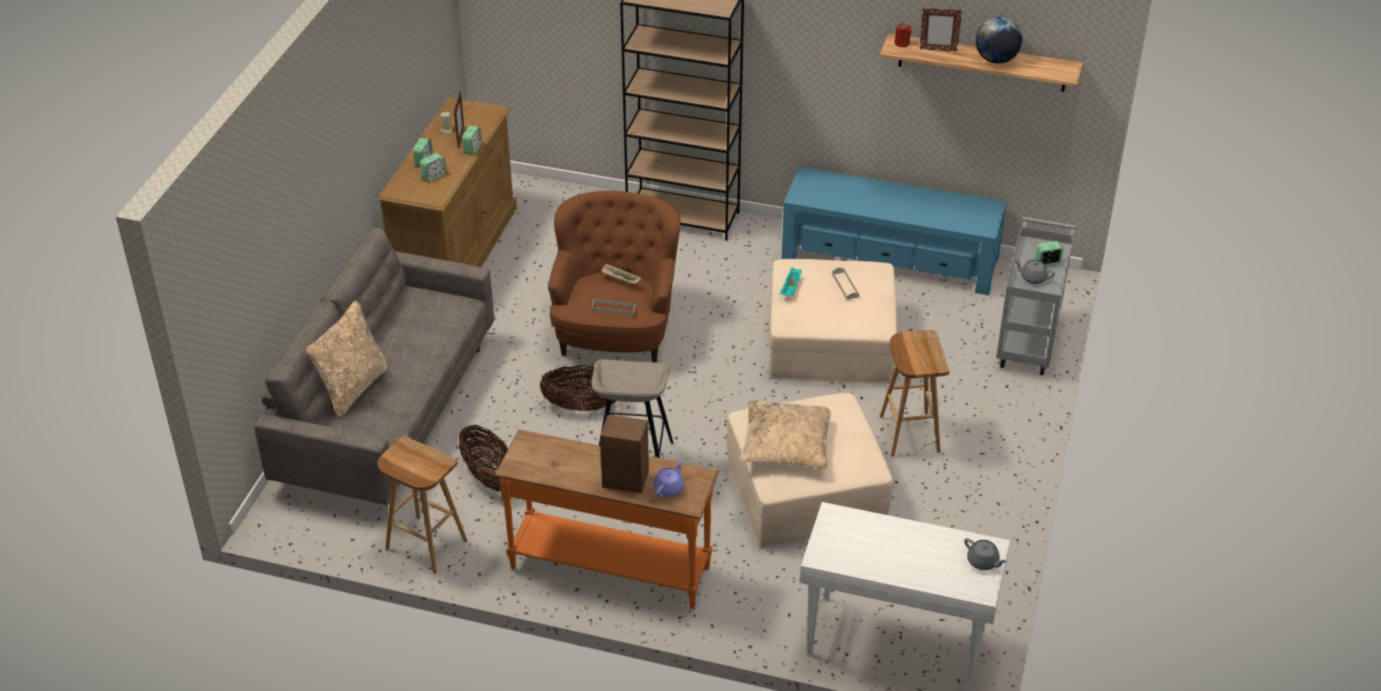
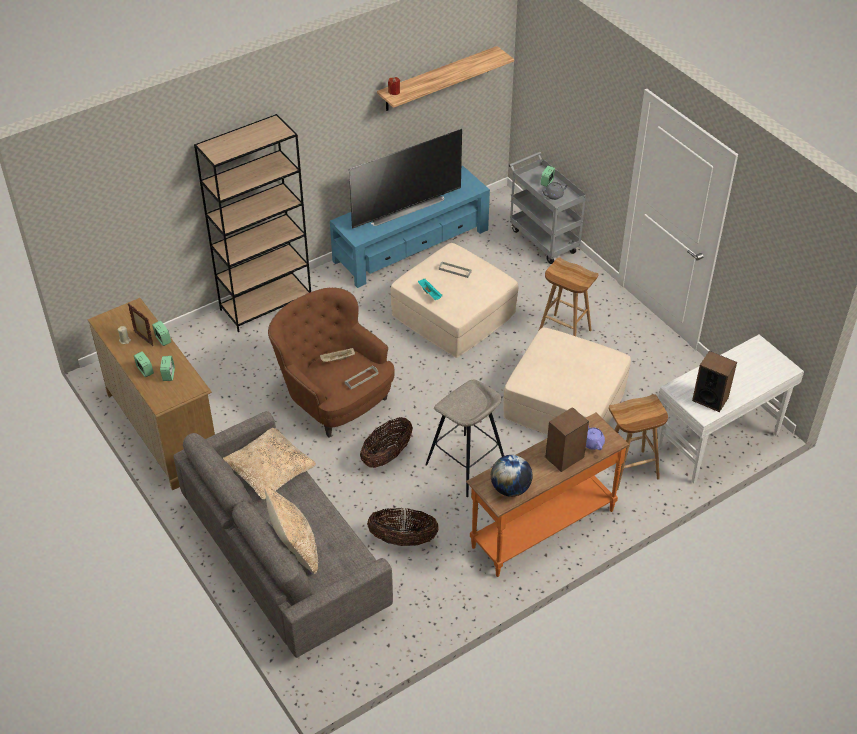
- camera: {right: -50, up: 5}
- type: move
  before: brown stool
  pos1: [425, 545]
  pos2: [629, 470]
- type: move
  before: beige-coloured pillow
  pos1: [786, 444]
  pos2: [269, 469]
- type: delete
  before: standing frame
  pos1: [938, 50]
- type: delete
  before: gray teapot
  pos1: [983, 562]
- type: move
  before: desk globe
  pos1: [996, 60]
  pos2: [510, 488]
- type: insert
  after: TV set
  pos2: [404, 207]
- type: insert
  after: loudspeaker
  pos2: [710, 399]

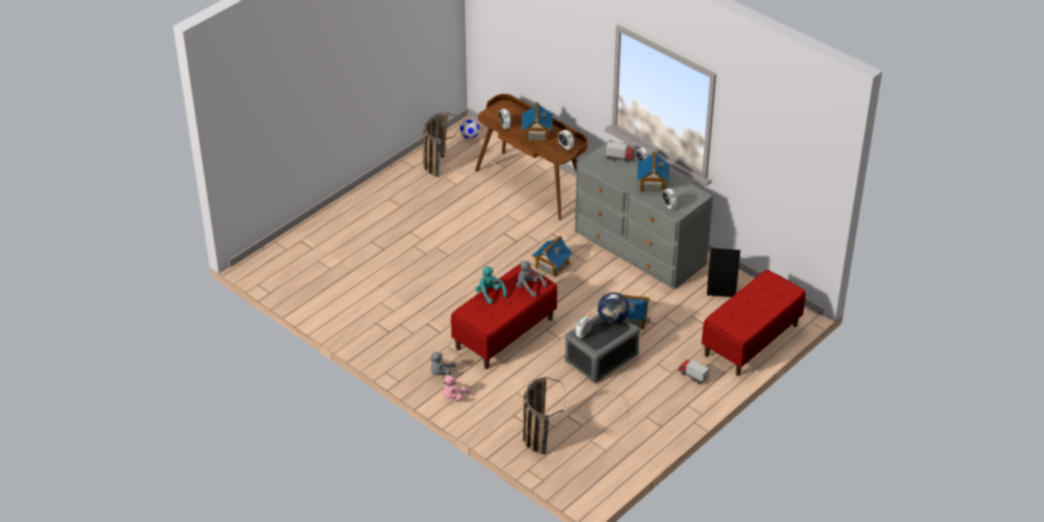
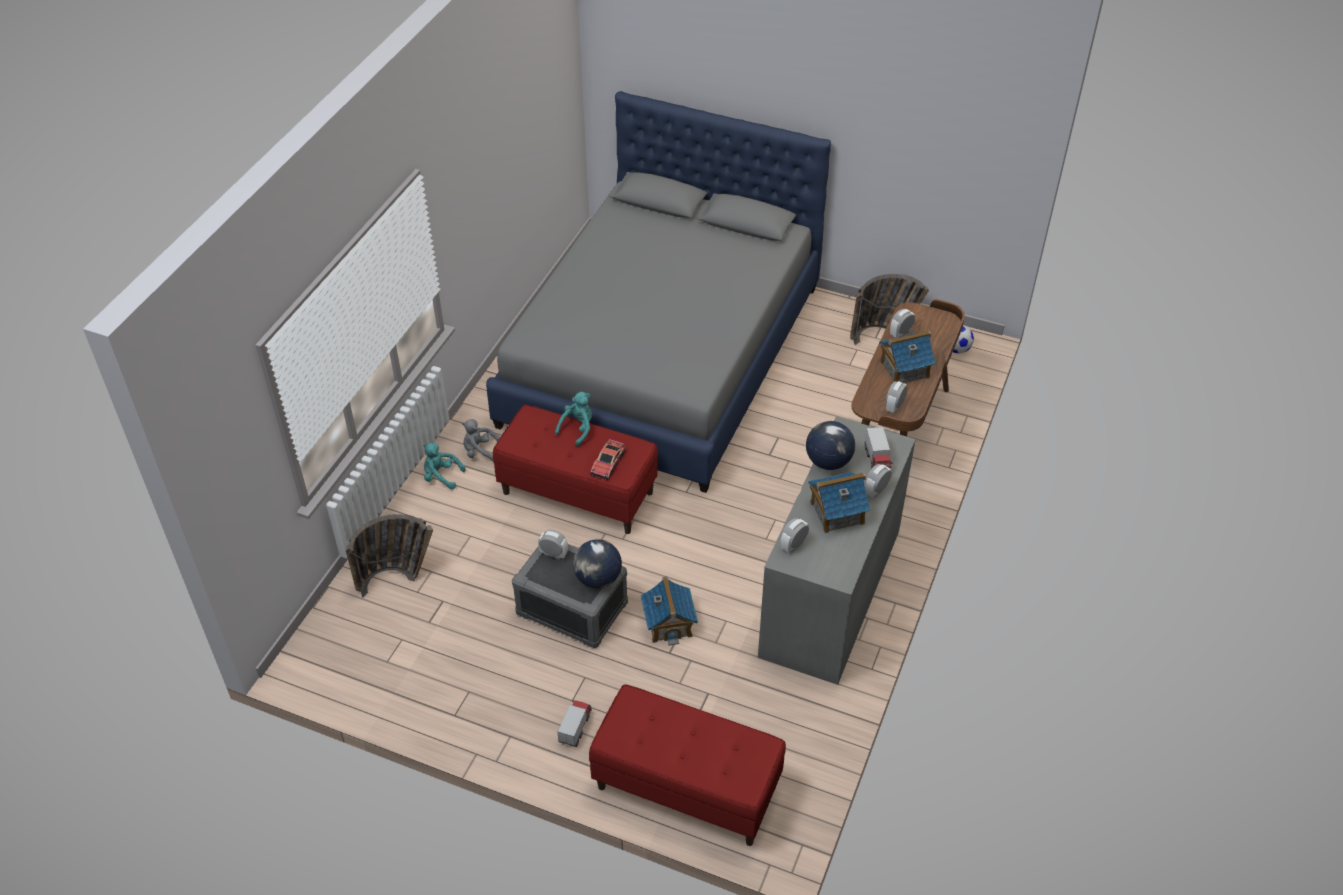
- camera: {right: 70, up: 5}
- type: recolor
  before: pink-coloured plush toy
  after: turquoise-coloured plush toy
  pos1: [454, 396]
  pos2: [441, 476]
- type: replace
  before: gray plush toy
  after: model car
  pos1: [528, 287]
  pos2: [607, 464]
- type: delete
  before: miniature house
  pos1: [551, 266]
- type: delete
  before: black storage box
  pos1: [720, 288]
- type: insert
  after: gray bedroom bed
  pos2: [663, 355]
- type: insert
  after: desk globe
  pos2: [828, 461]

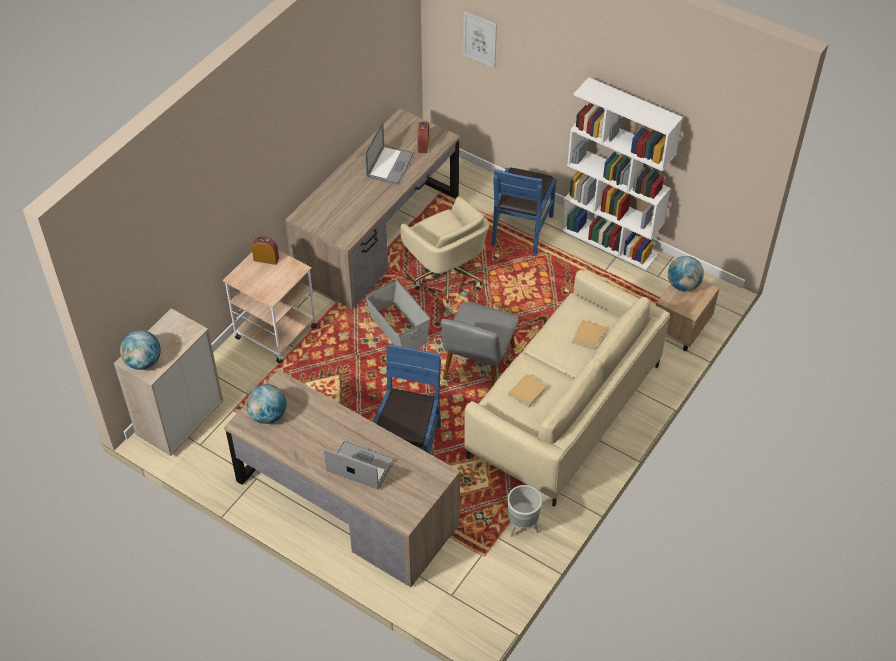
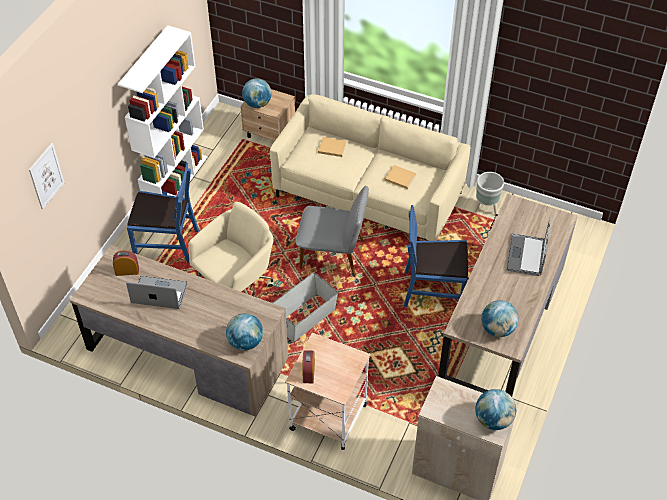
- camera: {right: -100, up: 0}
- type: insert
  after: desk globe
  pos2: [245, 342]

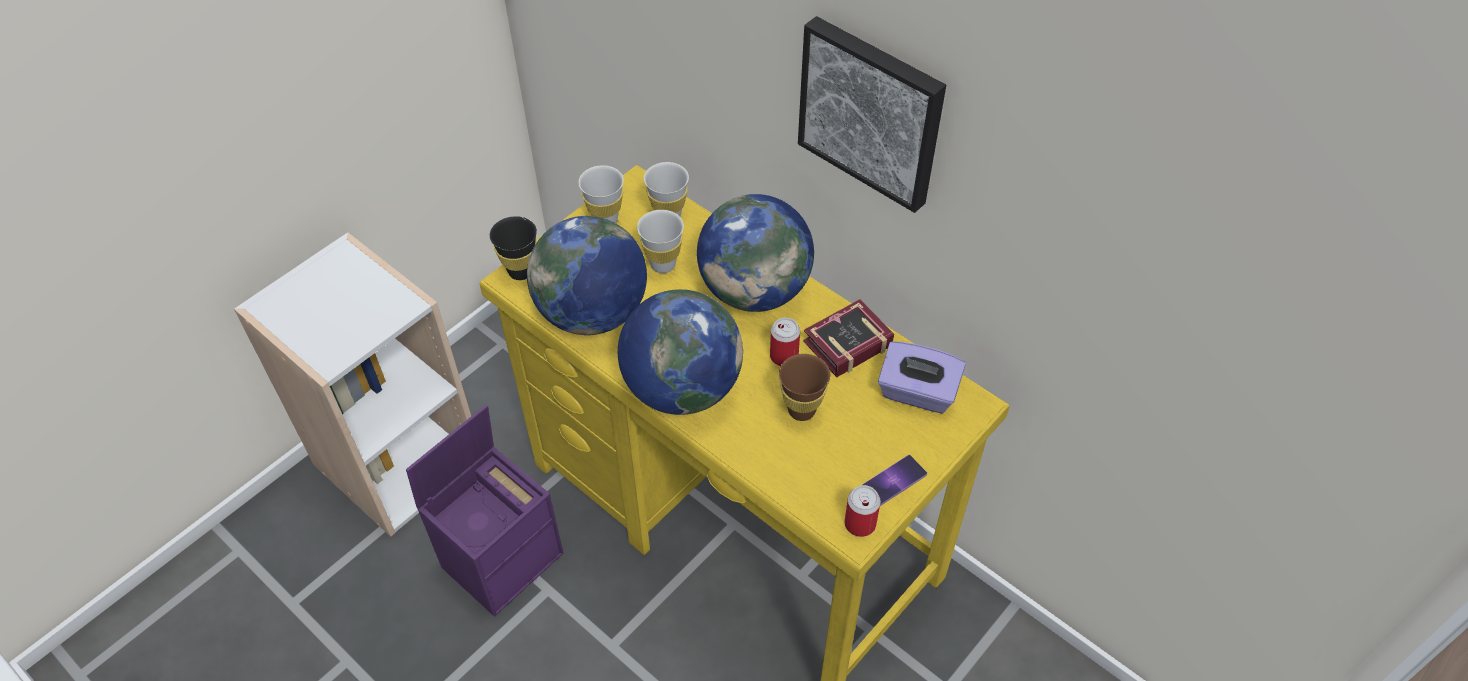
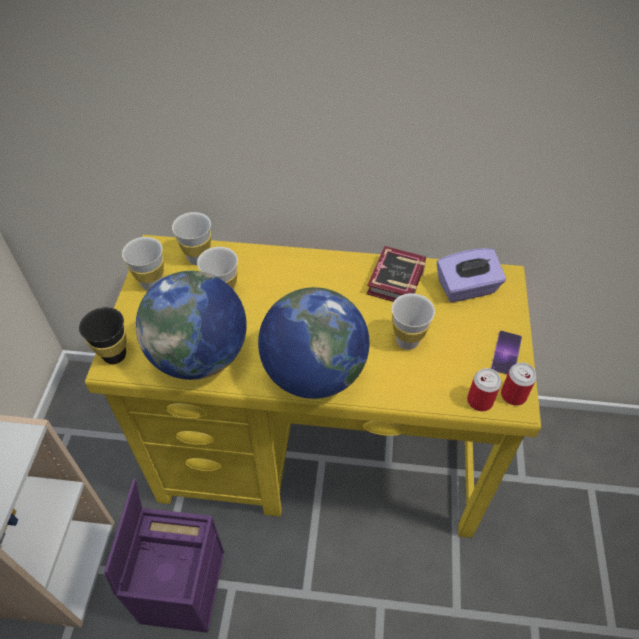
- camera: {right: -35, up: 0}
- type: delete
  before: desk globe
  pos1: [755, 291]
- type: move
  before: sealed can
  pos1: [784, 356]
  pos2: [479, 401]
- type: recolor
  before: brown drinking cup
  after: white-coloured drinking cup
  pos1: [801, 410]
  pos2: [407, 341]
- type: delete
  before: picture
  pos1: [872, 111]

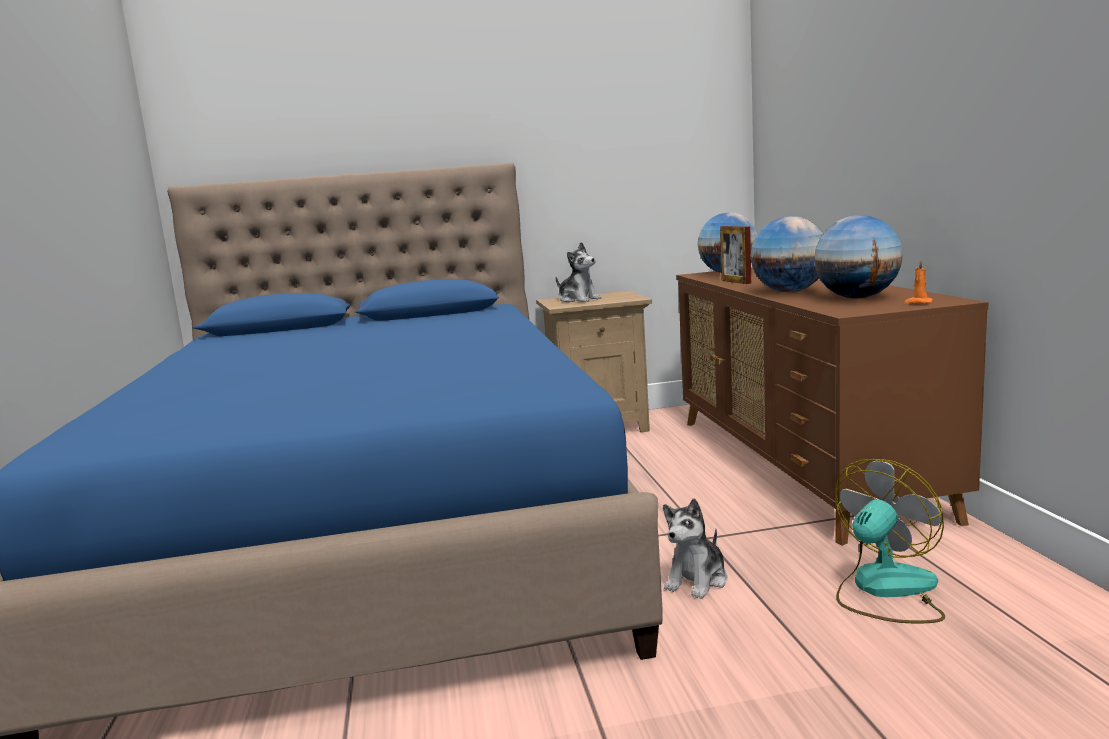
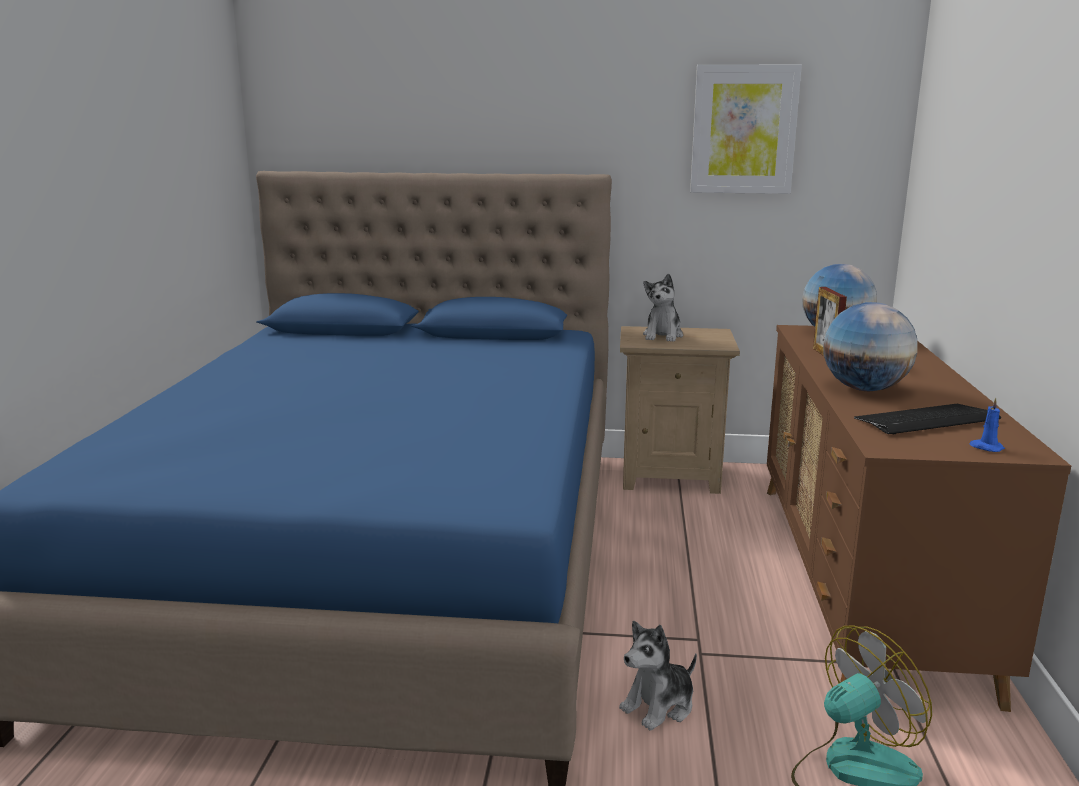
- camera: {right: 15, up: 5}
- type: rotate
  before: plush toy
  pos1: [578, 299]
  pos2: [663, 336]
  turn: 45
- type: replace
  before: desk globe
  after: computer keyboard
  pos1: [857, 298]
  pos2: [926, 420]
- type: recolor
  before: orangey candle
  after: blue-coloured candle
  pos1: [918, 303]
  pos2: [985, 447]
- type: insert
  after: picture
  pos2: [743, 130]

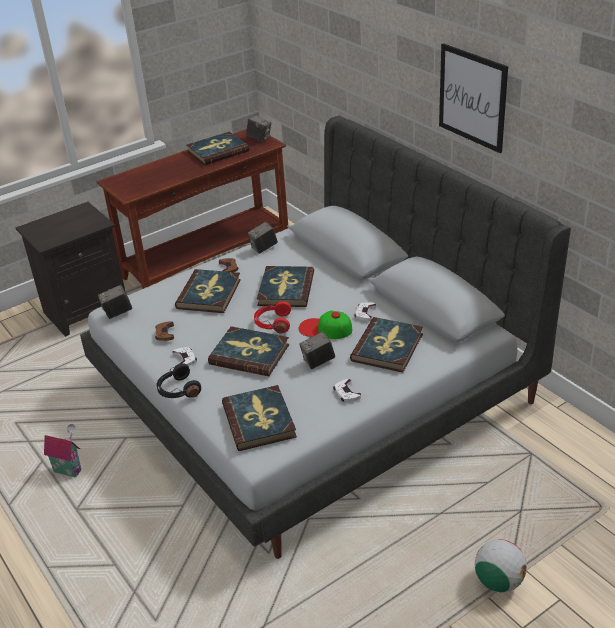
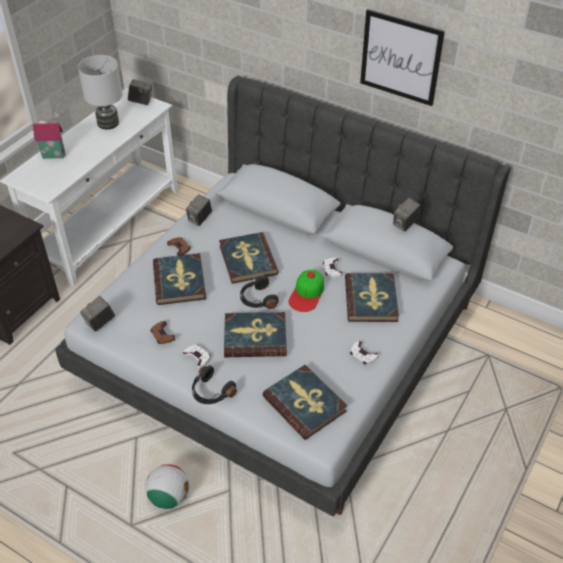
- camera: {right: -25, up: 10}
- type: move
  before: miniature house
  pos1: [69, 470]
  pos2: [54, 154]
- type: recolor
  before: brown narrow table
  after: white-coloured narrow table
  pos1: [208, 259]
  pos2: [108, 226]
- type: replace
  before: bound book
  after: gray lamp for a table
  pos1: [217, 151]
  pos2: [108, 123]
- type: recolor
  before: reddish pair of headphones
  after: black pair of headphones
  pos1: [273, 323]
  pos2: [257, 299]
- type: rotate
  before: cap
  pos1: [325, 329]
  pos2: [307, 293]
  turn: -60
- type: move
  before: still camera
  pos1: [318, 362]
  pos2: [405, 224]
- type: move
  before: football
  pos1: [498, 581]
  pos2: [169, 497]

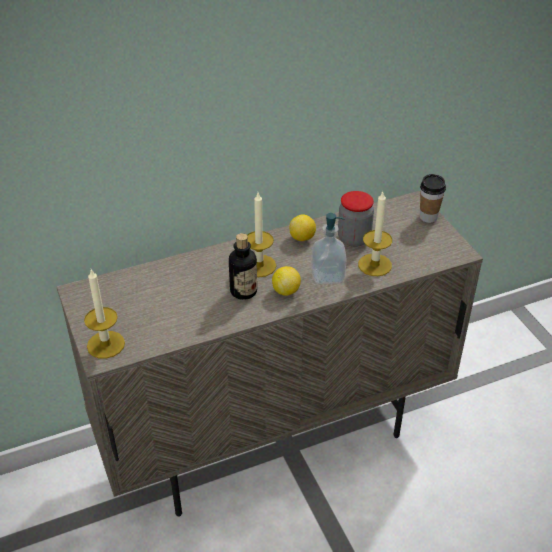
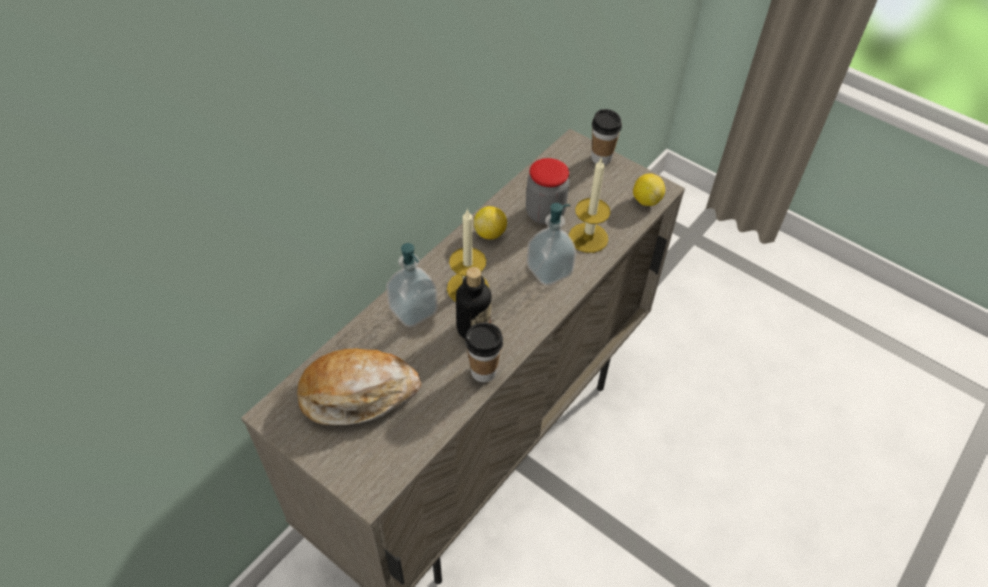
- camera: {right: -30, up: 10}
- type: delete
  before: candle
  pos1: [106, 344]
- type: move
  before: citrus fruit
  pos1: [286, 291]
  pos2: [646, 200]
- type: insert
  after: baked bread
  pos2: [357, 394]
- type: insert
  after: soap dispenser
  pos2: [413, 310]
- type: insert
  after: drinking cup
  pos2: [483, 371]

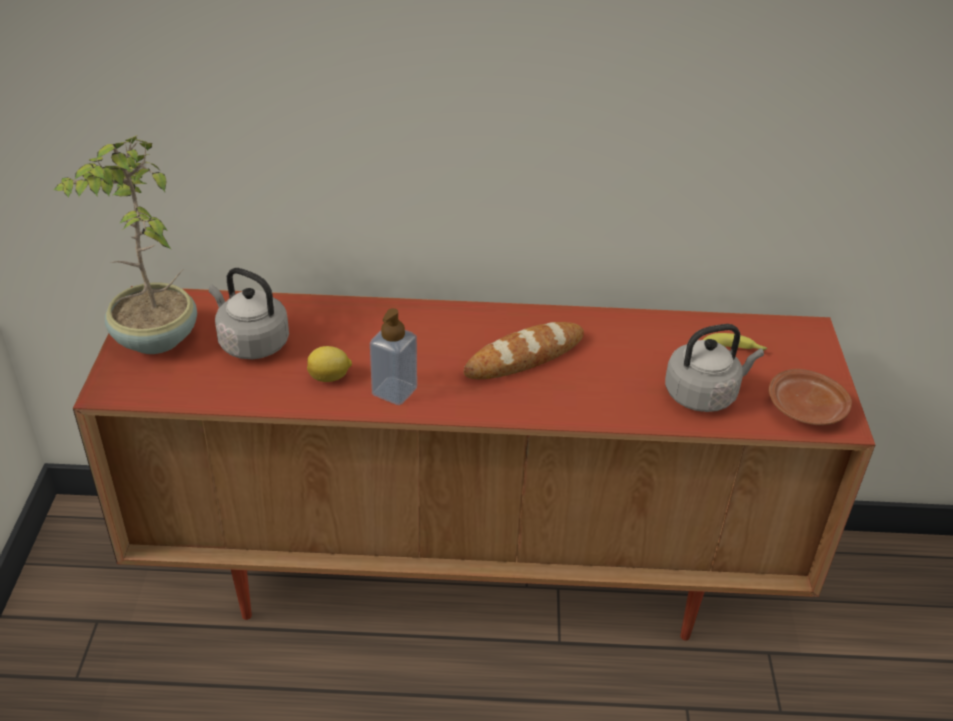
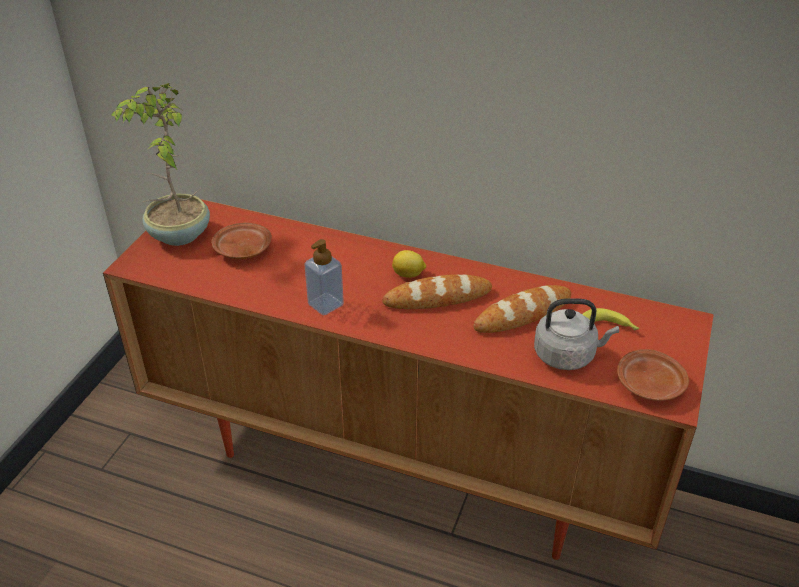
- camera: {right: 20, up: 0}
- type: replace
  before: gray tea kettle
  after: brown flat dish
  pos1: [251, 343]
  pos2: [242, 250]
- type: move
  before: citrus fruit
  pos1: [330, 377]
  pos2: [409, 275]
- type: insert
  after: baked bread
  pos2: [522, 314]

